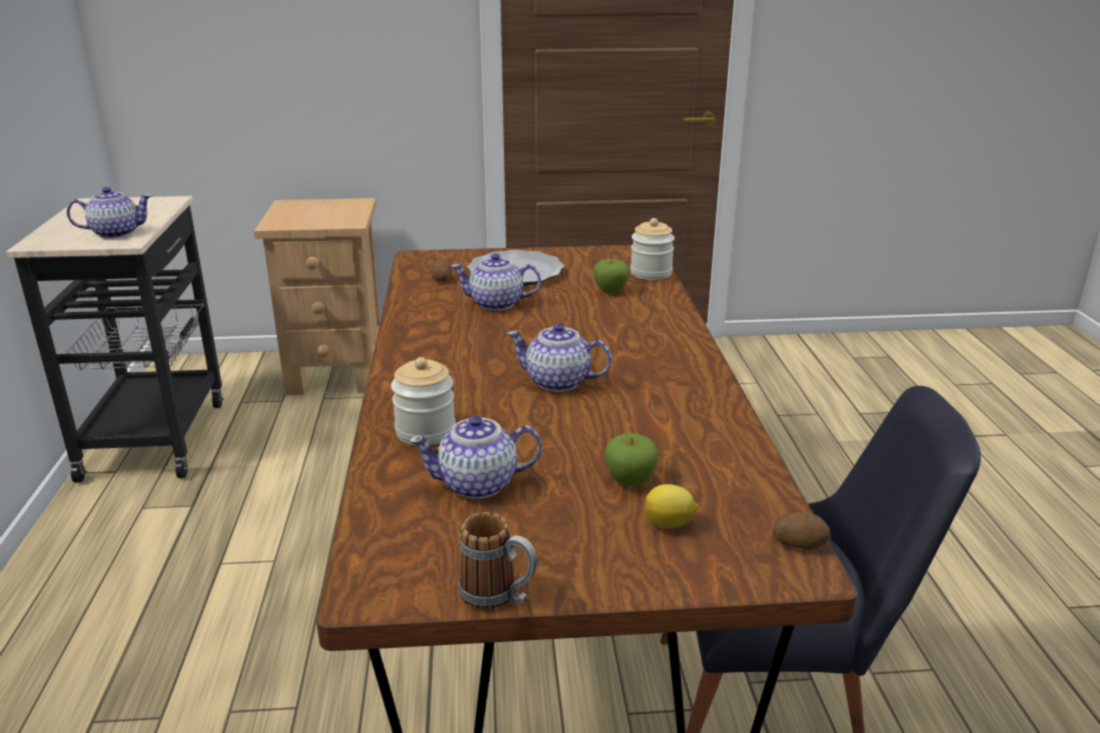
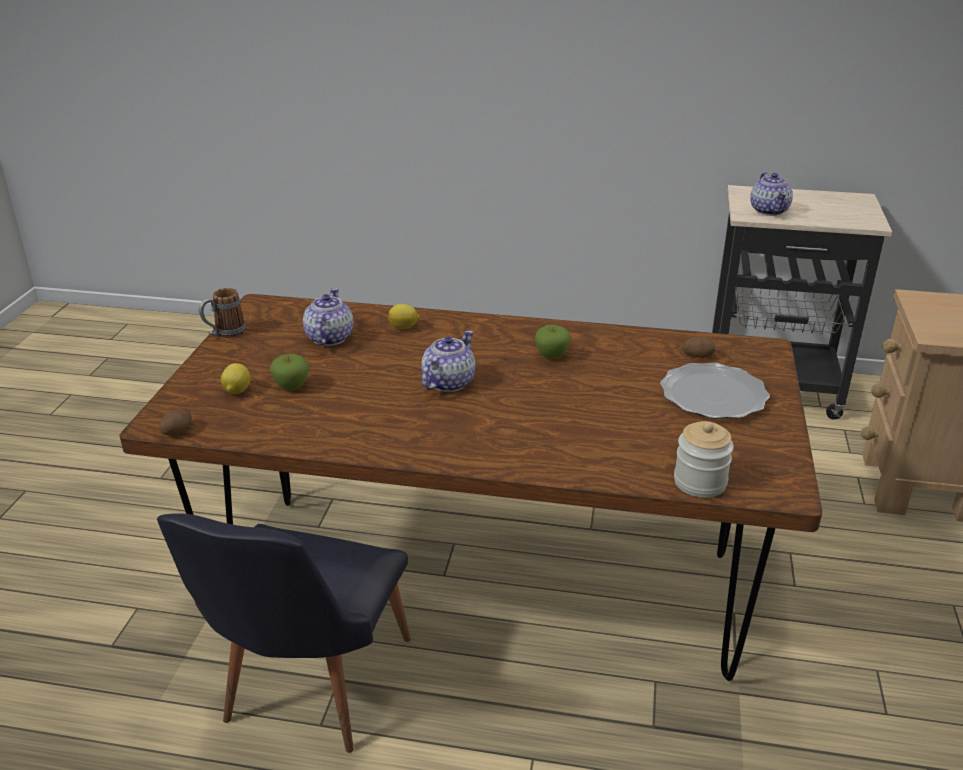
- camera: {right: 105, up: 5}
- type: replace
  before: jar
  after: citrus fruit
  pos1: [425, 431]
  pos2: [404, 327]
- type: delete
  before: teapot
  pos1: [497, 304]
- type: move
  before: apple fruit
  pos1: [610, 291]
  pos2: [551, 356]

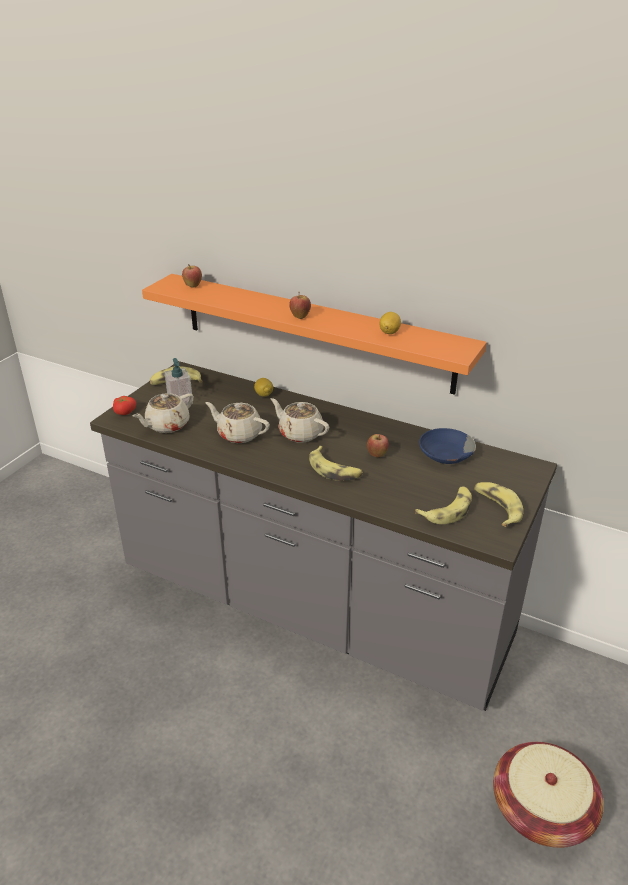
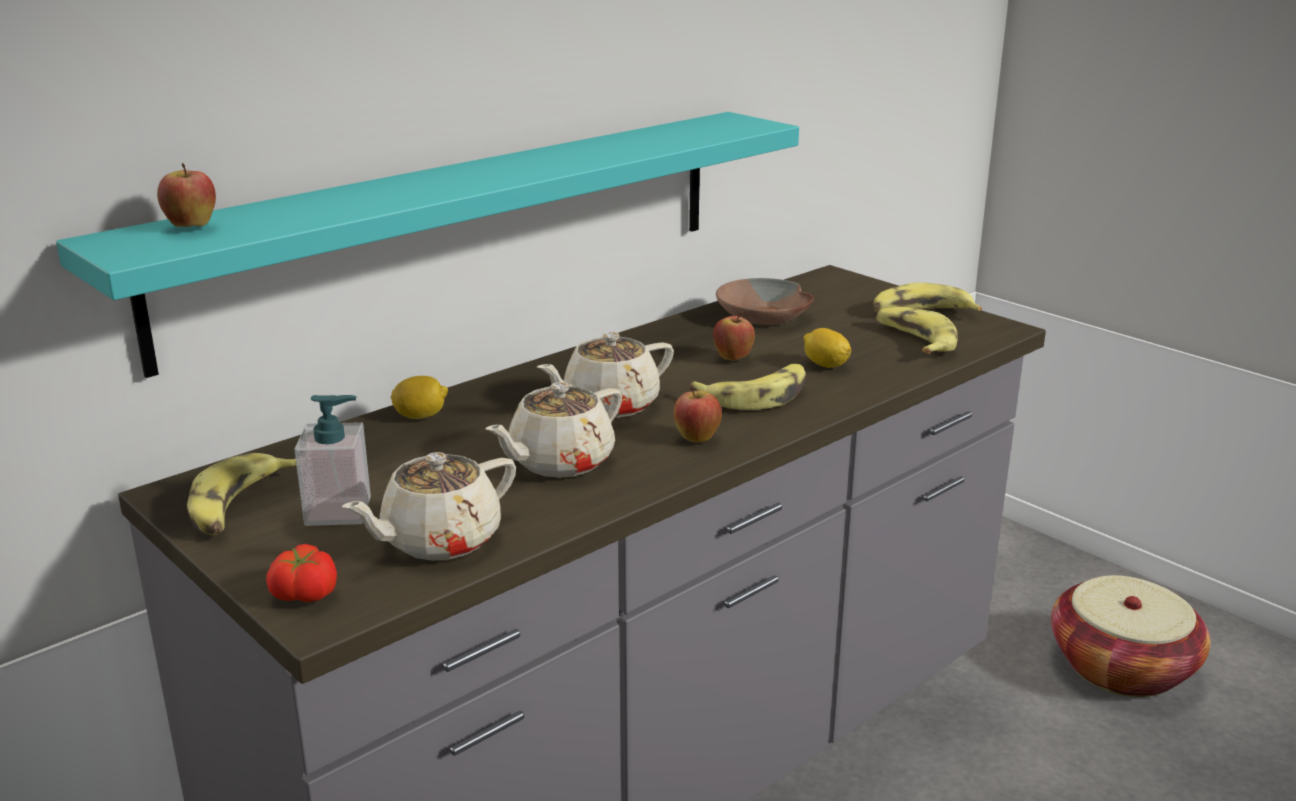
- camera: {right: -70, up: -10}
- type: rotate
  before: beige-coloured teapot
  pos1: [167, 425]
  pos2: [439, 541]
  turn: 75
- type: recolor
  before: orangey wall shelf
  after: turquoise-coloured wall shelf
  pos1: [314, 332]
  pos2: [459, 228]
- type: move
  before: apple fruit
  pos1: [300, 317]
  pos2: [696, 439]
- type: move
  before: citrus fruit
  pos1: [389, 332]
  pos2: [825, 365]
- type: recolor
  before: blue-coloured deep dish
  after: brown deep dish
  pos1: [444, 454]
  pos2: [763, 316]

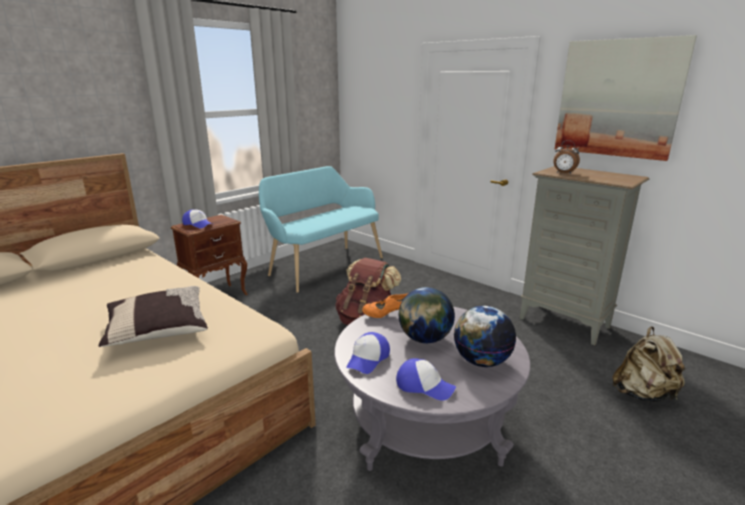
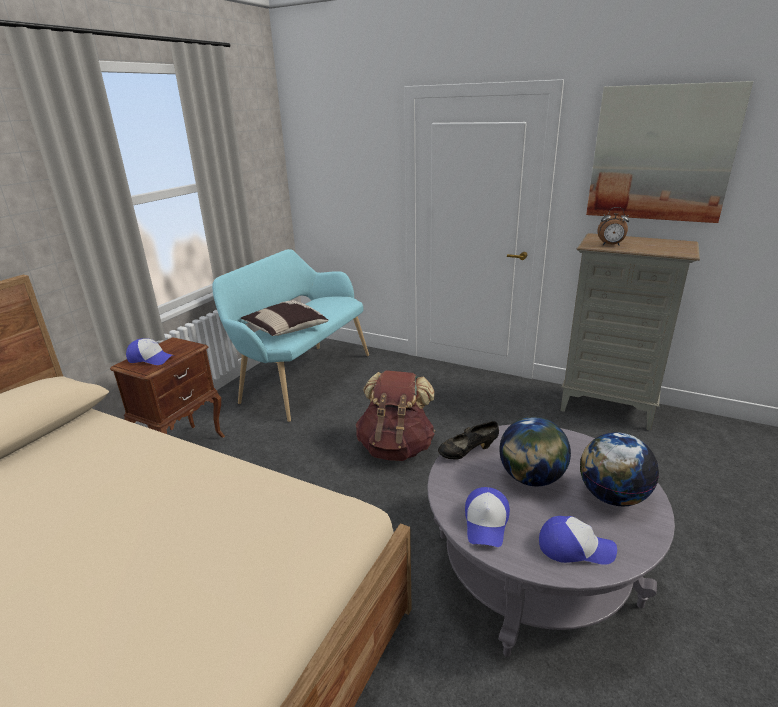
- camera: {right: -15, up: 5}
- type: move
  before: pillow
  pos1: [158, 329]
  pos2: [285, 329]
- type: recolor
  before: orangey item of footwear
  after: black item of footwear
  pos1: [388, 316]
  pos2: [467, 452]
- type: delete
  before: beige-coloured rucksack
  pos1: [643, 394]

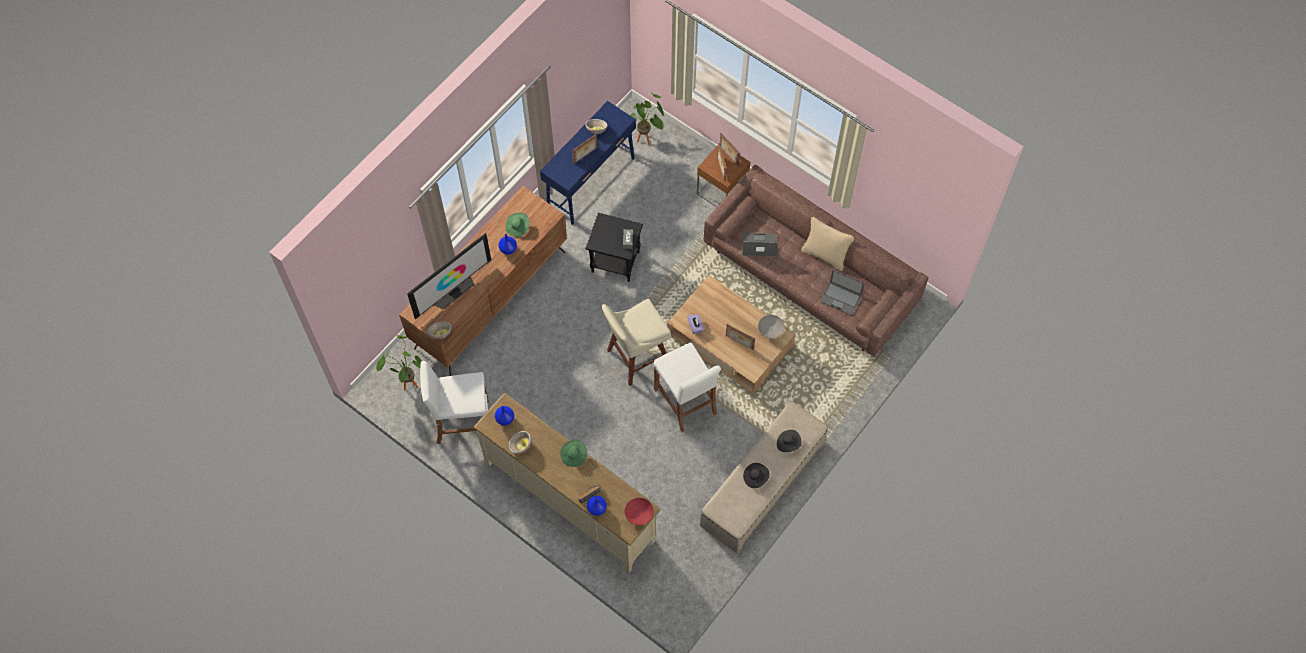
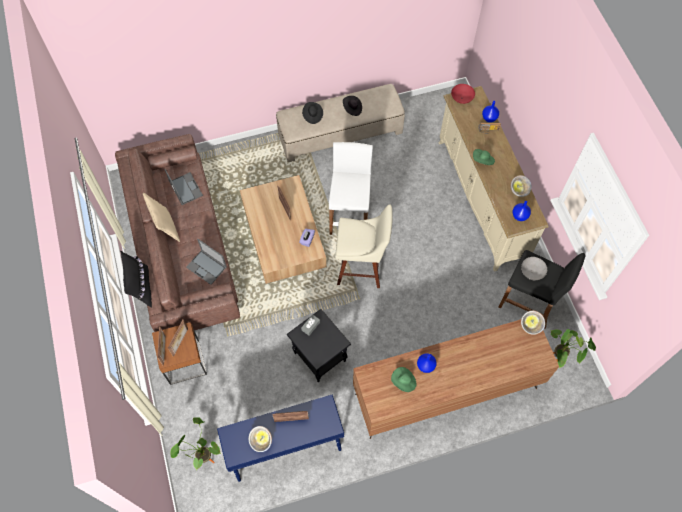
- camera: {right: -145, up: 0}
- type: delete
  before: TV set
  pos1: [453, 291]
- type: recolor
  before: white-coloured stool
  after: black stool
  pos1: [462, 422]
  pos2: [528, 302]
- type: move
  before: gray deep dish
  pos1: [770, 330]
  pos2: [532, 272]
- type: insert
  after: black pillow
  pos2: [141, 287]

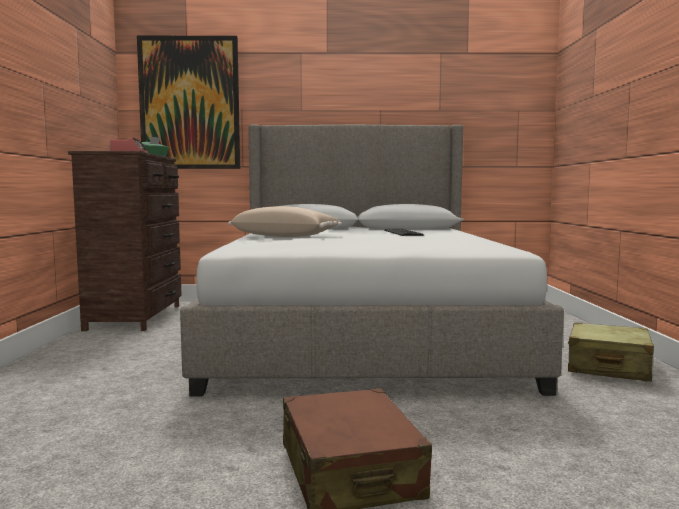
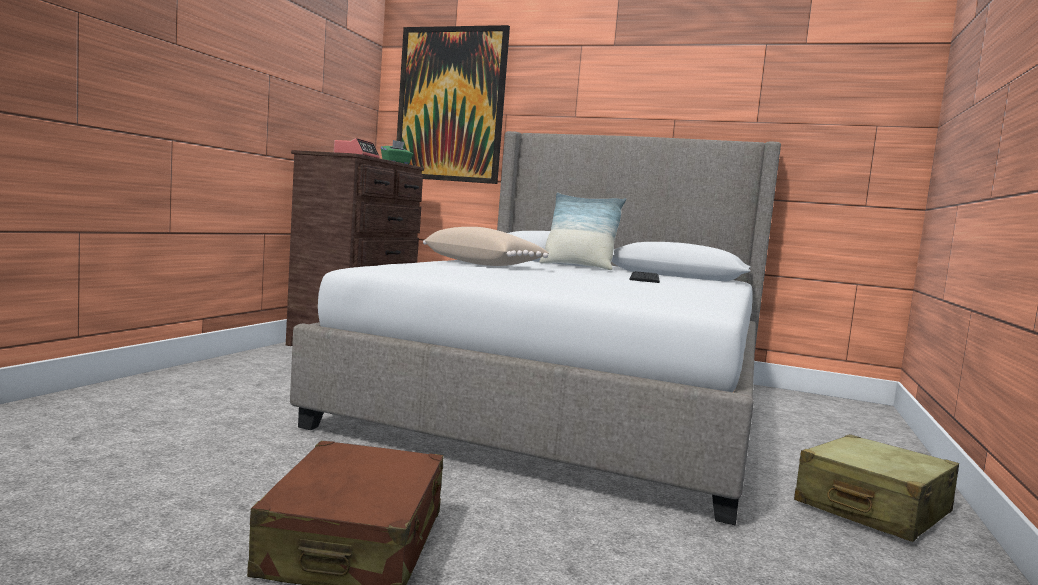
- camera: {right: 20, up: 0}
- type: insert
  after: pillow
  pos2: [578, 267]

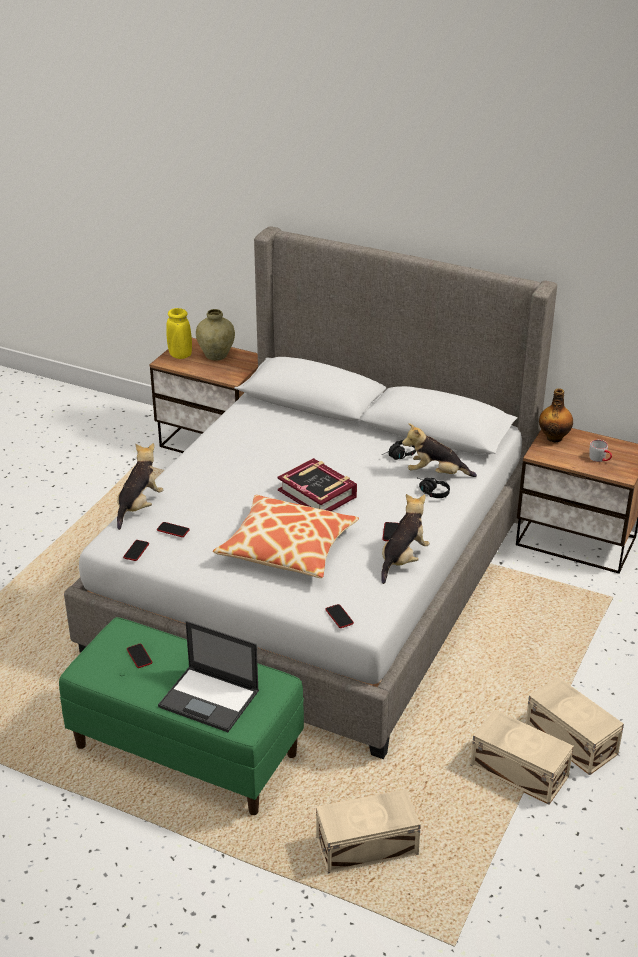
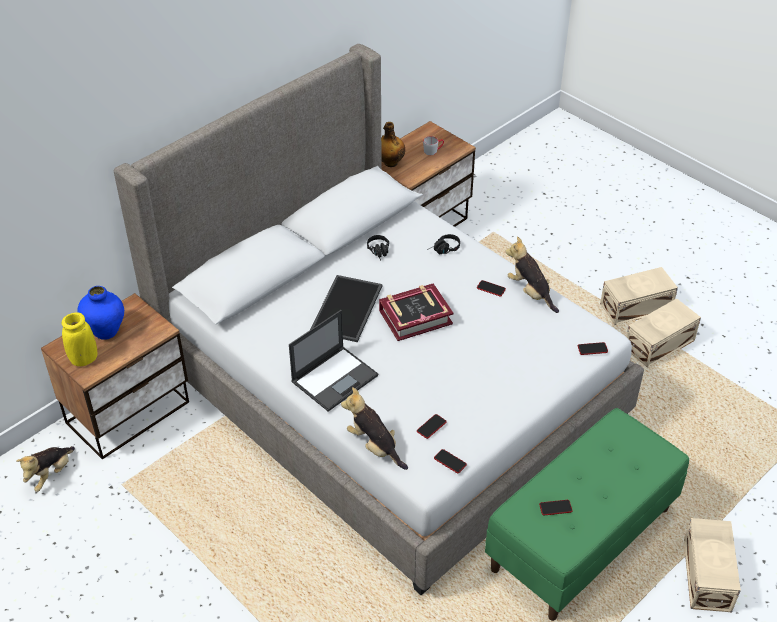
- camera: {right: -70, up: 10}
- type: move
  before: notebook computer
  pos1: [210, 699]
  pos2: [335, 378]
- type: recolor
  before: beige-coloured vase
  after: blue-coloured vase
  pos1: [216, 355]
  pos2: [105, 331]
- type: delete
  before: pillow
  pos1: [287, 548]
- type: move
  before: beige-coloured storage box
  pos1: [368, 847]
  pos2: [708, 574]
- type: move
  before: plush toy
  pos1: [436, 474]
  pos2: [50, 474]
- type: insert
  after: tray
  pos2: [348, 309]

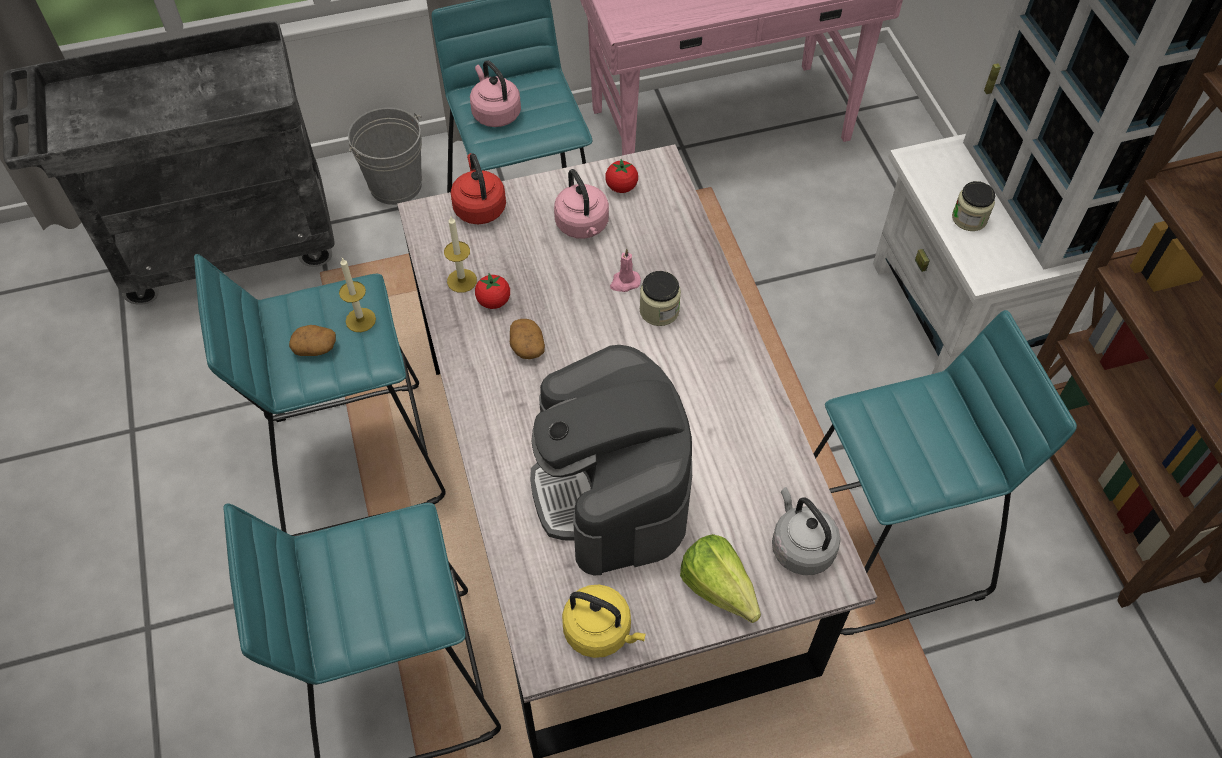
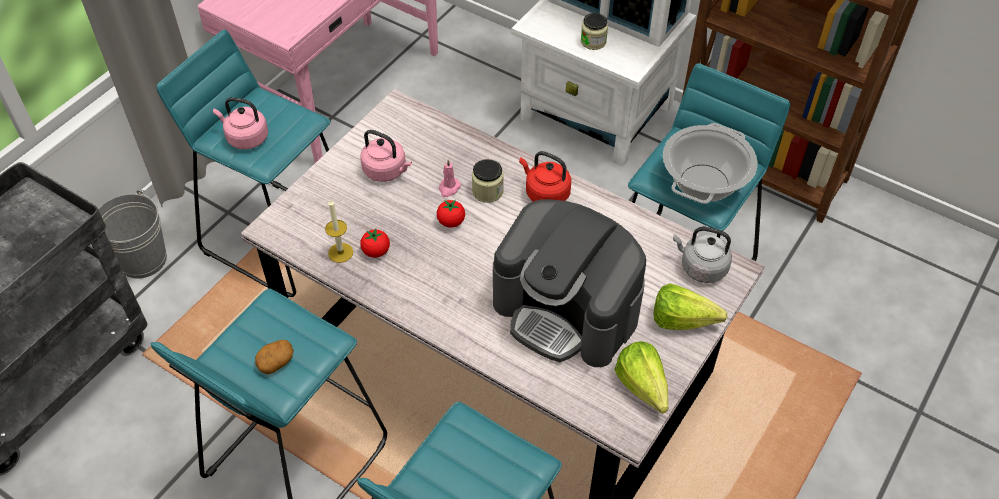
- camera: {right: -40, up: -5}
- type: delete
  before: candle
  pos1: [360, 320]
- type: move
  before: reddish tea kettle
  pos1: [479, 207]
  pos2: [545, 193]
- type: delete
  before: potato
  pos1: [526, 346]
- type: replace
  before: yellow-coloured tea kettle
  after: lettuce head
  pos1: [601, 631]
  pos2: [643, 392]
- type: move
  before: whole tomato
  pos1: [621, 187]
  pos2: [451, 222]
- type: insert
  after: saucepot
  pos2: [704, 183]

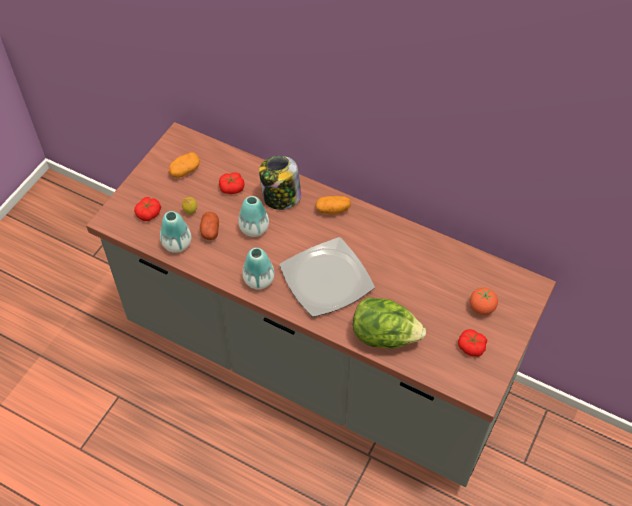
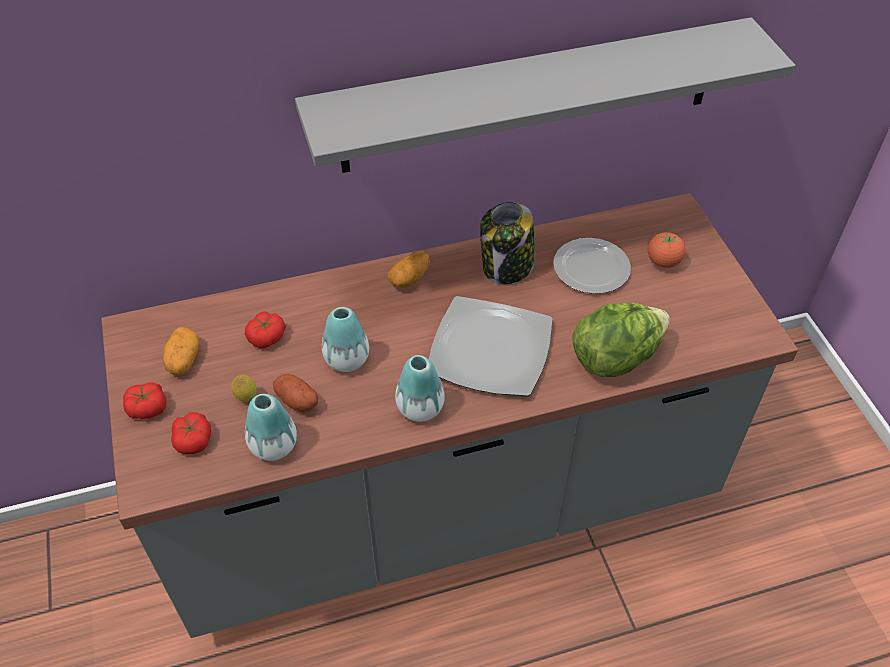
- camera: {right: -45, up: -5}
- type: move
  before: jar
  pos1: [281, 197]
  pos2: [507, 267]
- type: move
  before: whole tomato
  pos1: [471, 347]
  pos2: [147, 408]
- type: insert
  after: gray wall shelf
  pos2: [530, 96]
- type: insert
  after: flat dish
  pos2: [590, 268]

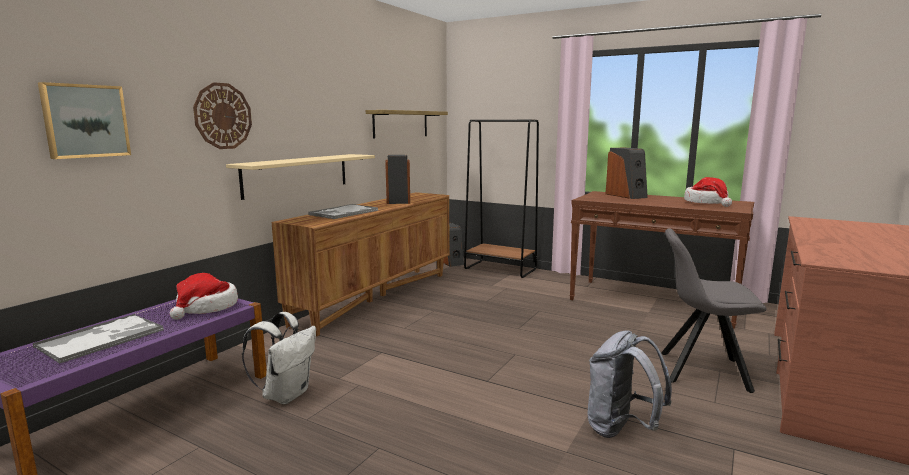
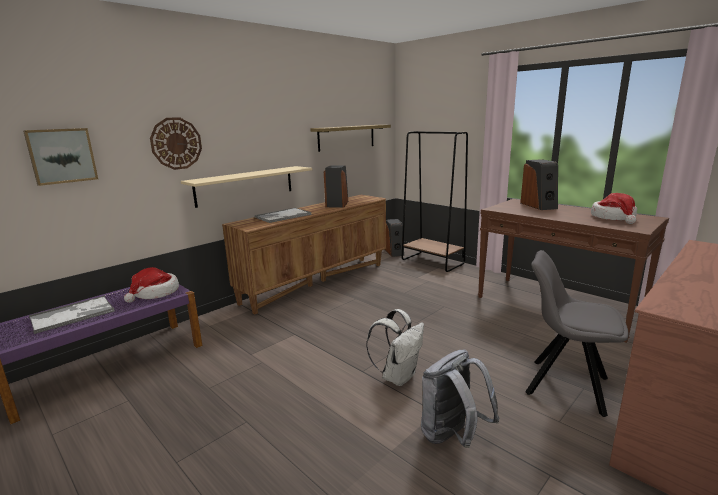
- camera: {right: 15, up: 5}
- type: move
  before: white-coloured rucksack
  pos1: [286, 394]
  pos2: [398, 376]

